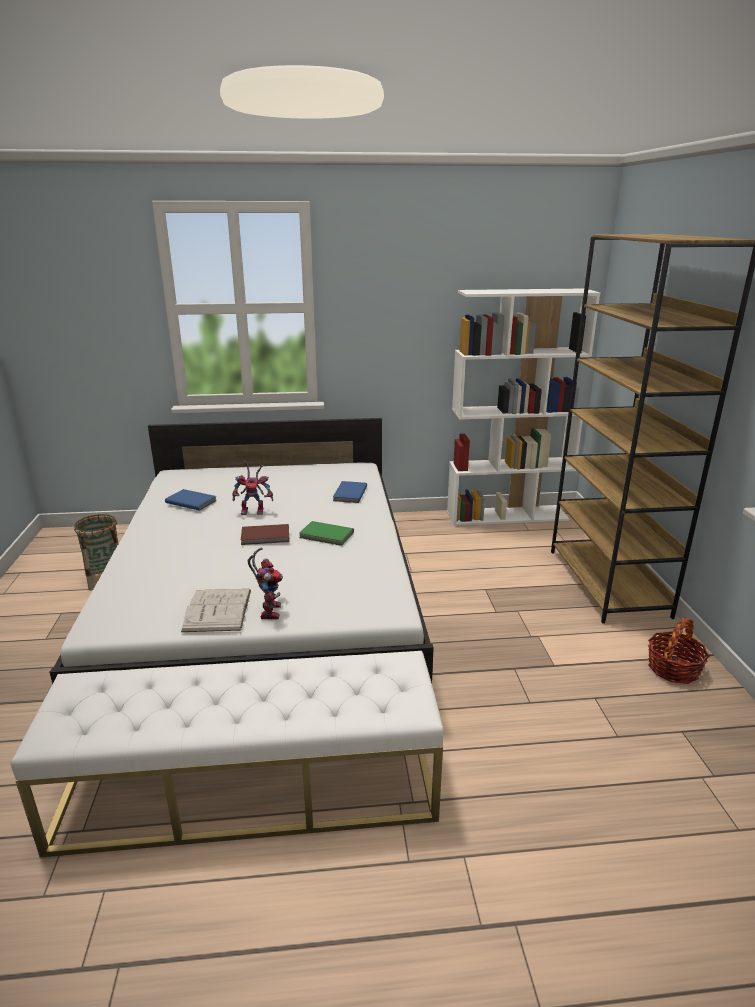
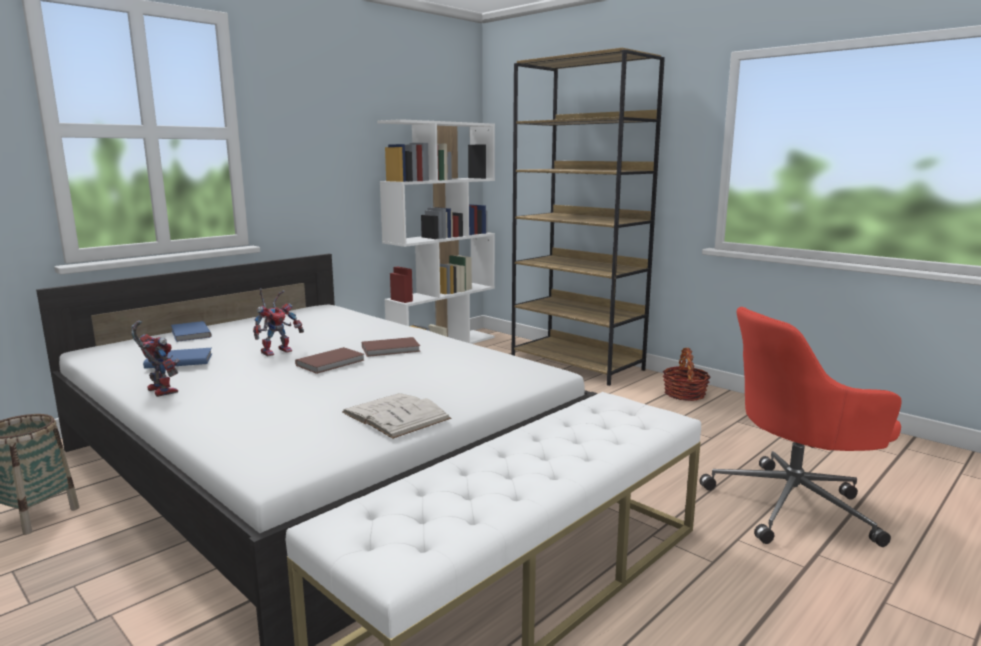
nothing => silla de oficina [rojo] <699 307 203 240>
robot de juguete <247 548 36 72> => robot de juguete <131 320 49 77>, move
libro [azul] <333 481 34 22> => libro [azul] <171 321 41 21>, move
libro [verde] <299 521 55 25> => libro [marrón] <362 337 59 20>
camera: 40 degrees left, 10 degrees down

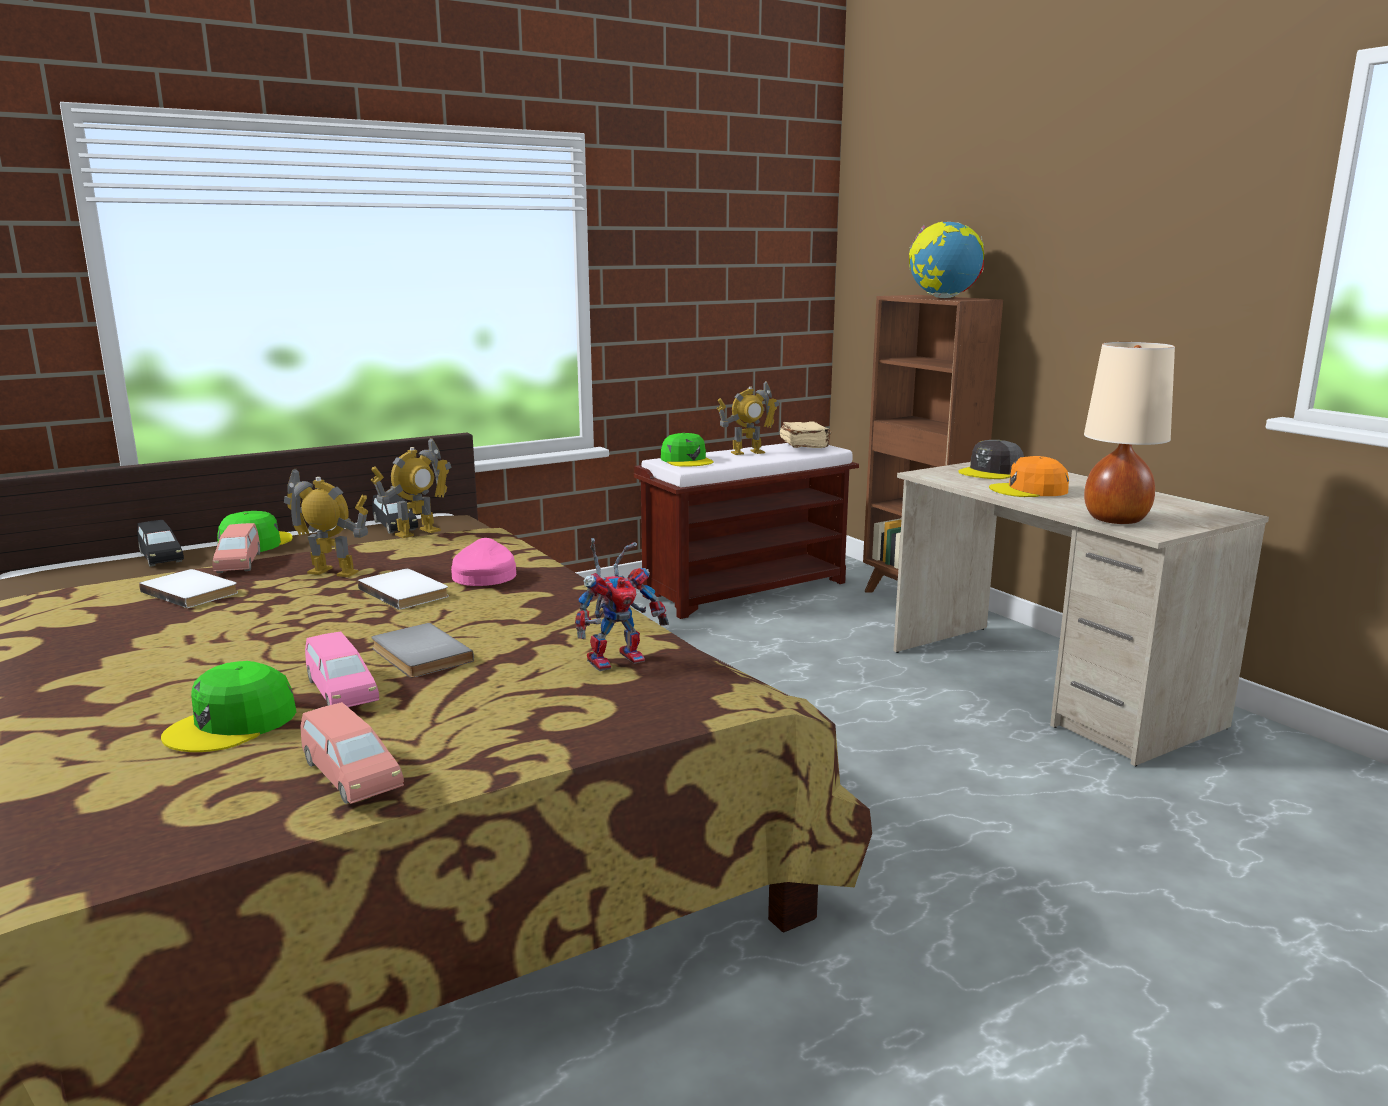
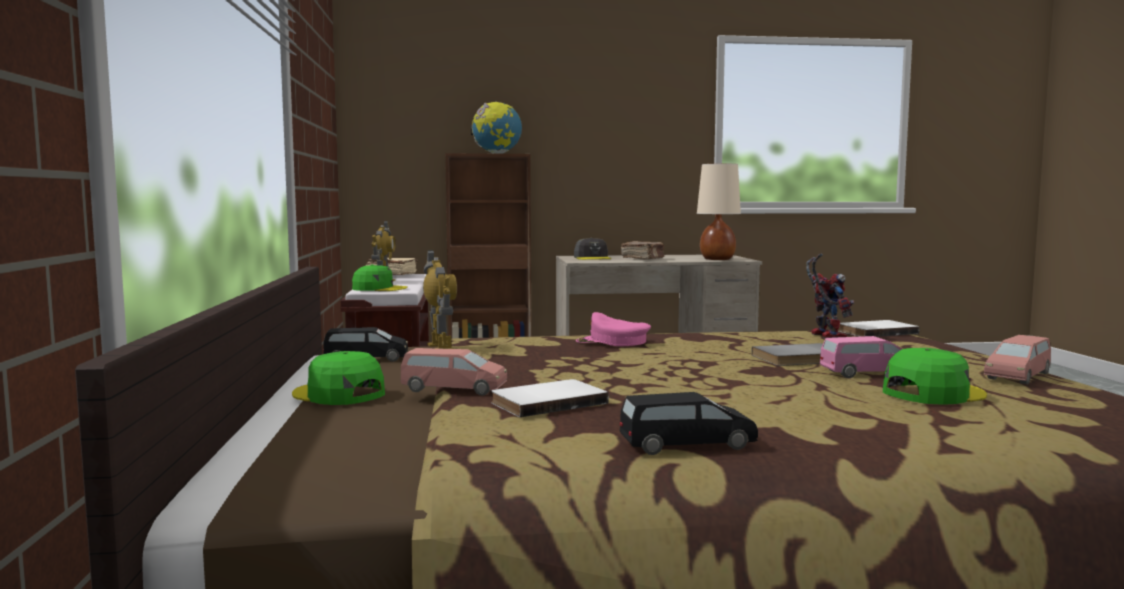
robot de juguete <284 468 84 109> => nothing
coche de juguete [negro] <137 520 47 47> => coche de juguete [negro] <620 392 138 63>, move
libro [blanco] <358 569 91 41> => libro [blanco] <838 320 81 17>, move
gorra [naranja] <989 456 80 41> => libro [marrón] <621 241 43 18>
gorra [verde] <161 661 135 91> => gorra [verde] <883 348 104 57>, 90 degrees counterclockwise
coche de juguete [rosa] <300 702 104 102> => coche de juguete [rosa] <984 335 67 49>, 150 degrees clockwise
camera: 65 degrees left, 10 degrees down

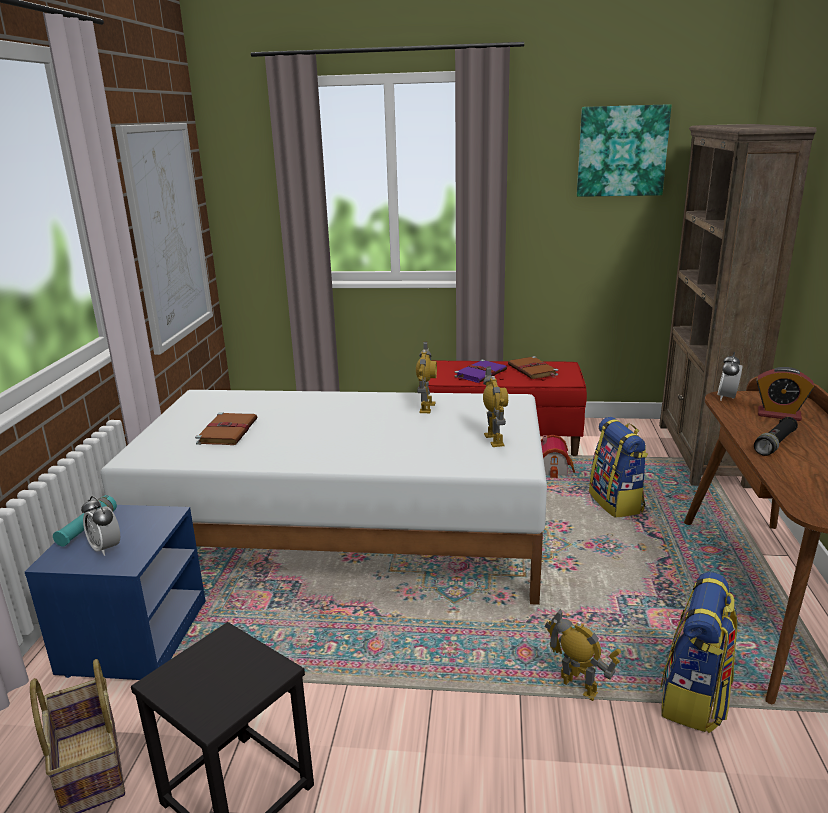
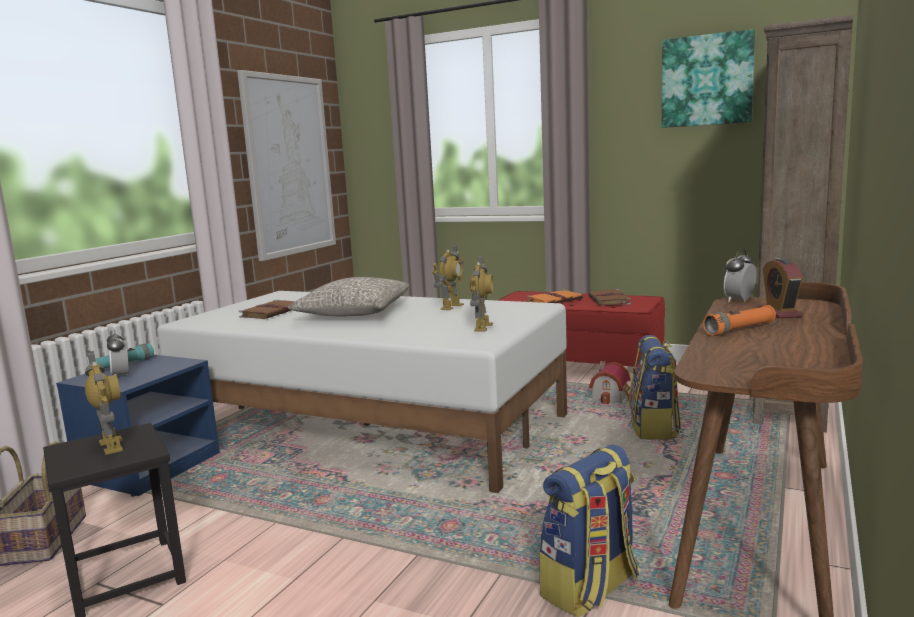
nothing => cojín [gris] <288 277 122 39>
robot de juguete <545 609 76 92> => robot de juguete <85 351 38 104>, move
libro [morado] <454 360 53 23> => libro [naranja] <527 290 56 13>
linterna [negro] <754 417 44 39> => linterna [naranja] <703 305 73 31>
despertador <757 367 57 54> => despertador <759 257 44 61>, 45 degrees clockwise
camera: 20 degrees right, 10 degrees down

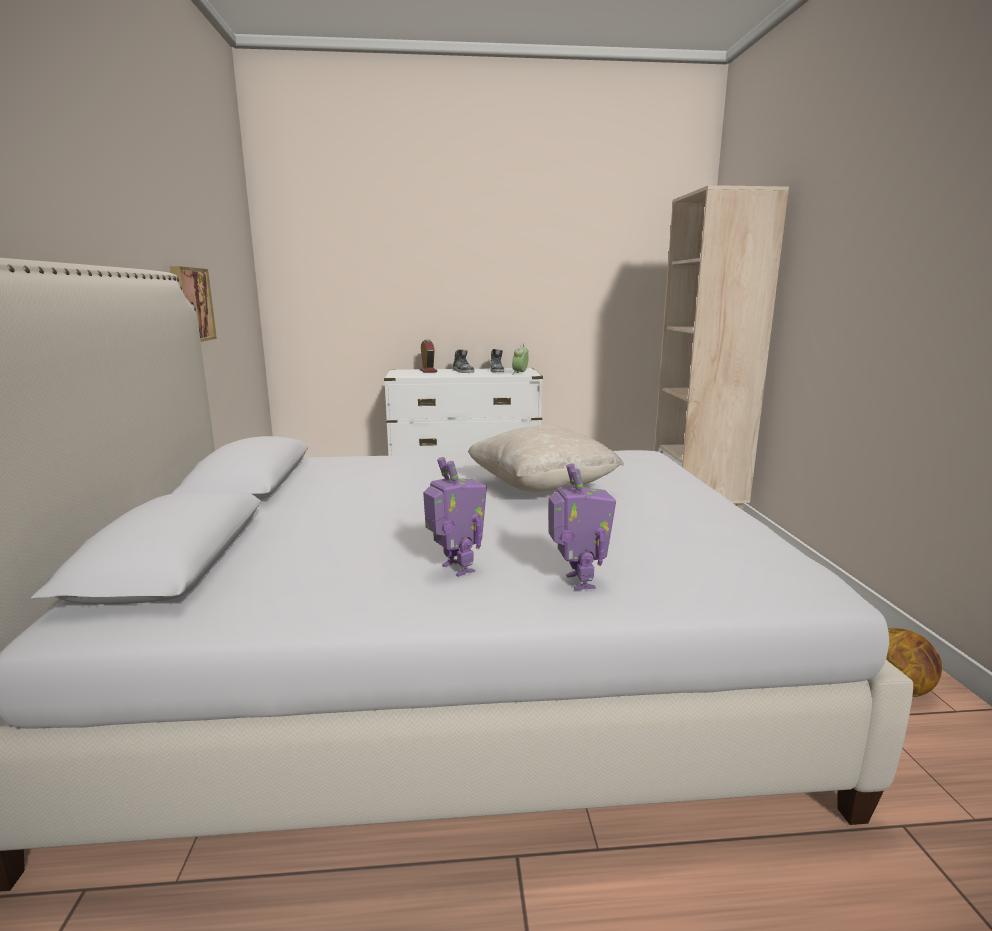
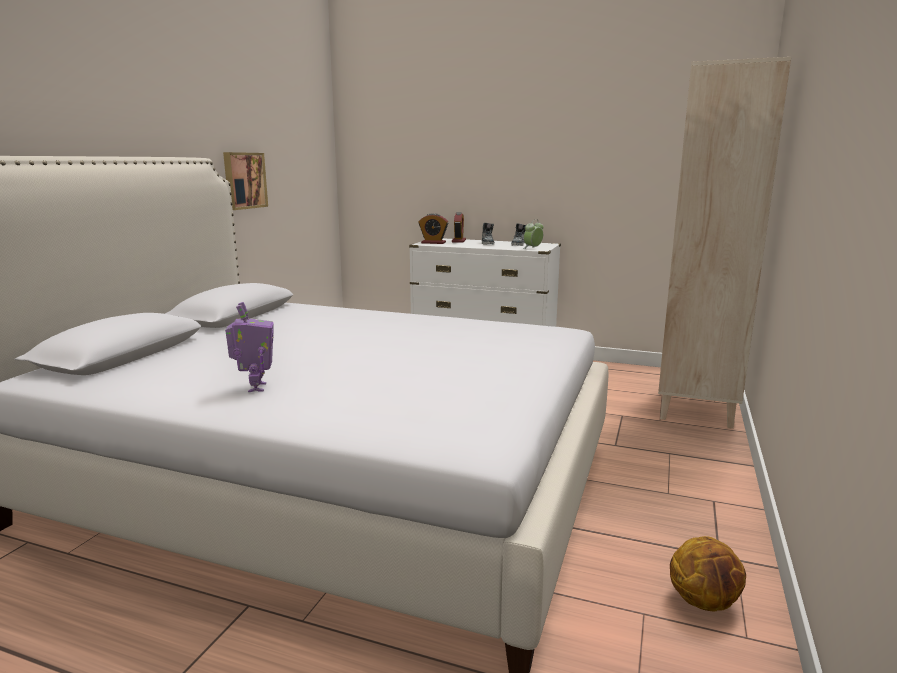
cojín [beis] <468 425 156 67> => nothing
robot de juguete <548 464 68 126> => nothing
nothing => despertador <419 213 29 31>
camera: 25 degrees right, 0 degrees up

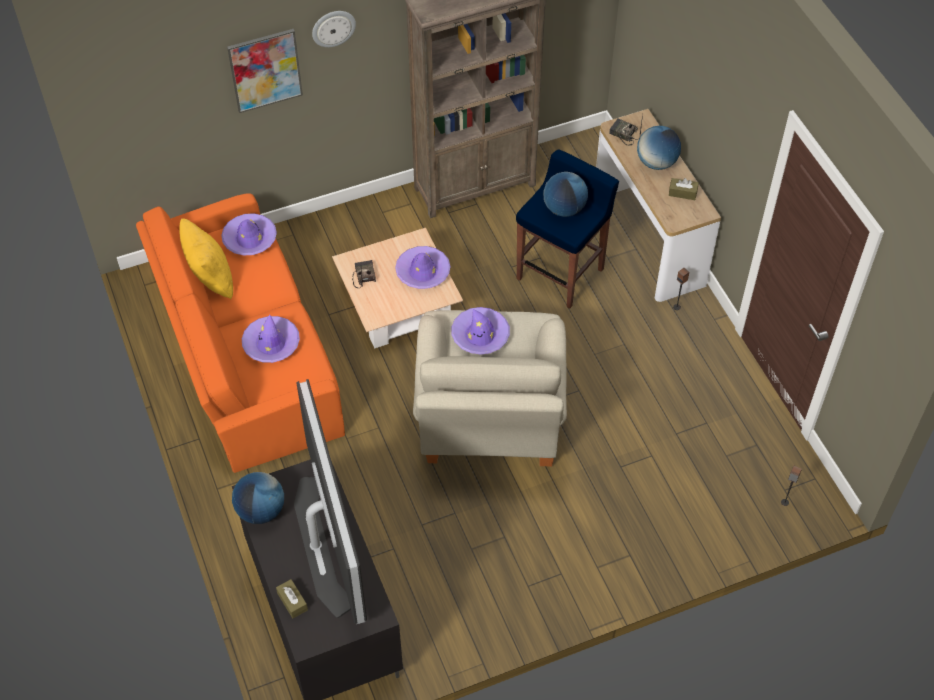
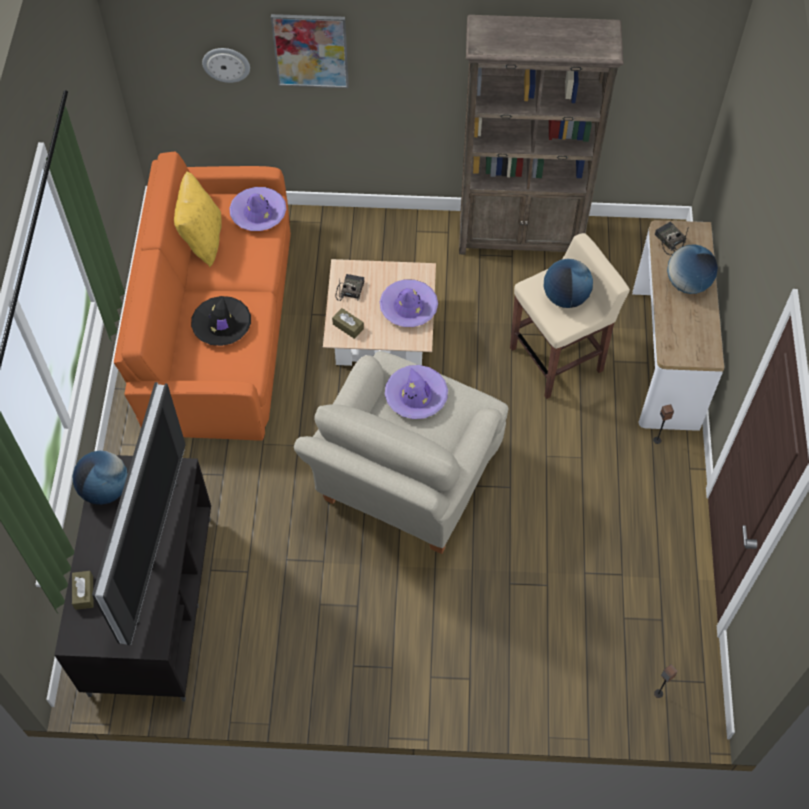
reloj de pared <312 11 44 36> => reloj de pared <202 48 48 35>, move
caja de pañuelos [marrón] <669 178 30 22> => caja de pañuelos [marrón] <332 308 32 31>, move
sombrero [morado] <242 315 58 48> => sombrero [negro] <191 296 60 50>
taburete [azul] <516 150 103 159> => taburete [beis] <510 233 120 166>
camera: 25 degrees right, 5 degrees up

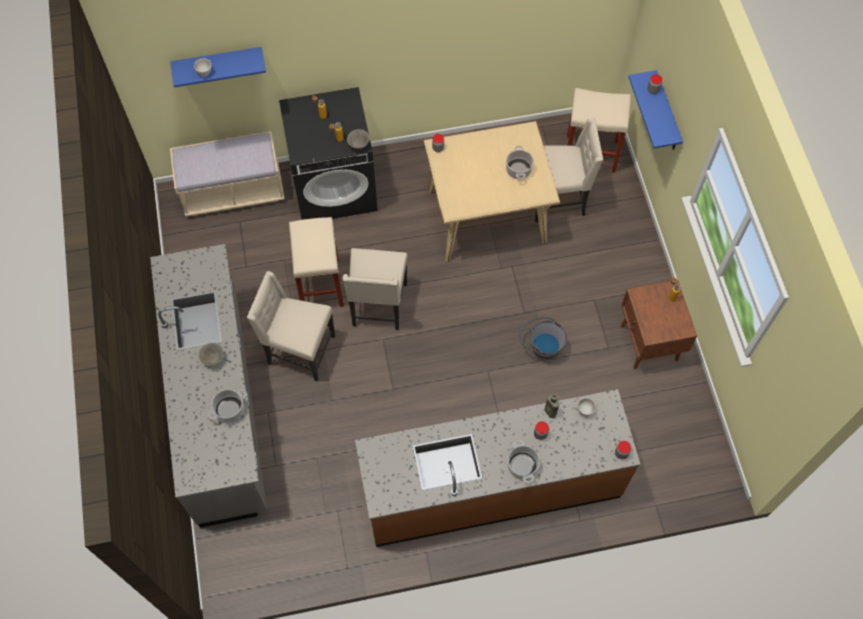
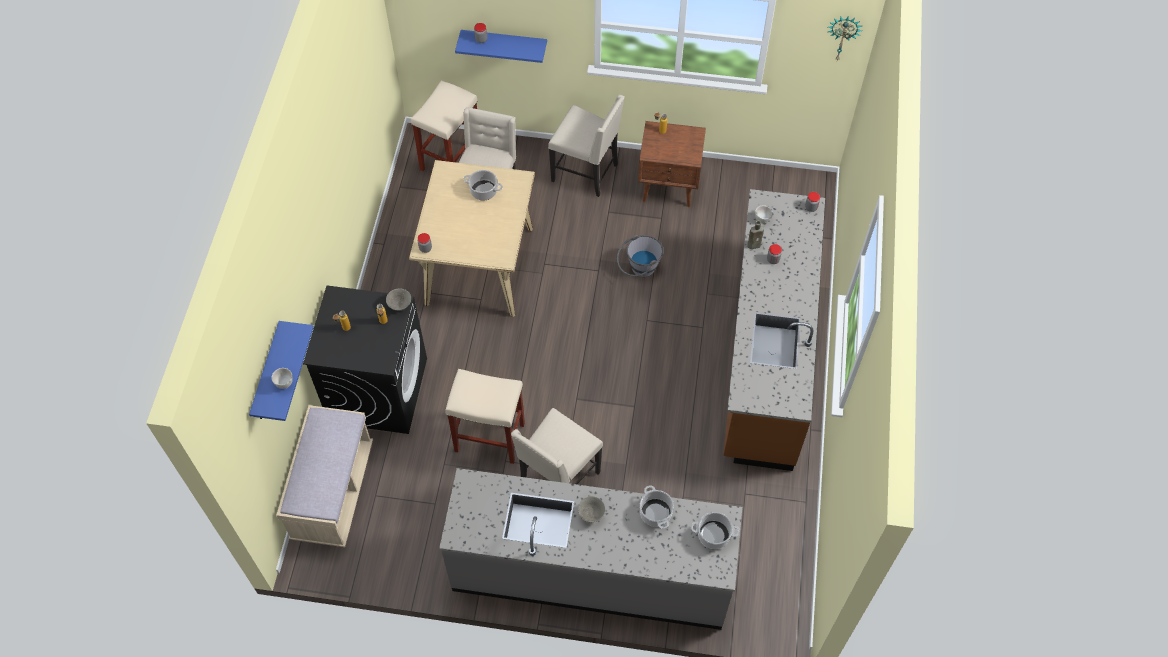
nothing => reloj de pared <828 16 34 44>
silla [beis] <343 248 64 82> => silla [beis] <548 95 77 102>, move
olla <508 440 32 43> => olla <691 512 49 37>, move
camera: 70 degrees left, 5 degrees down

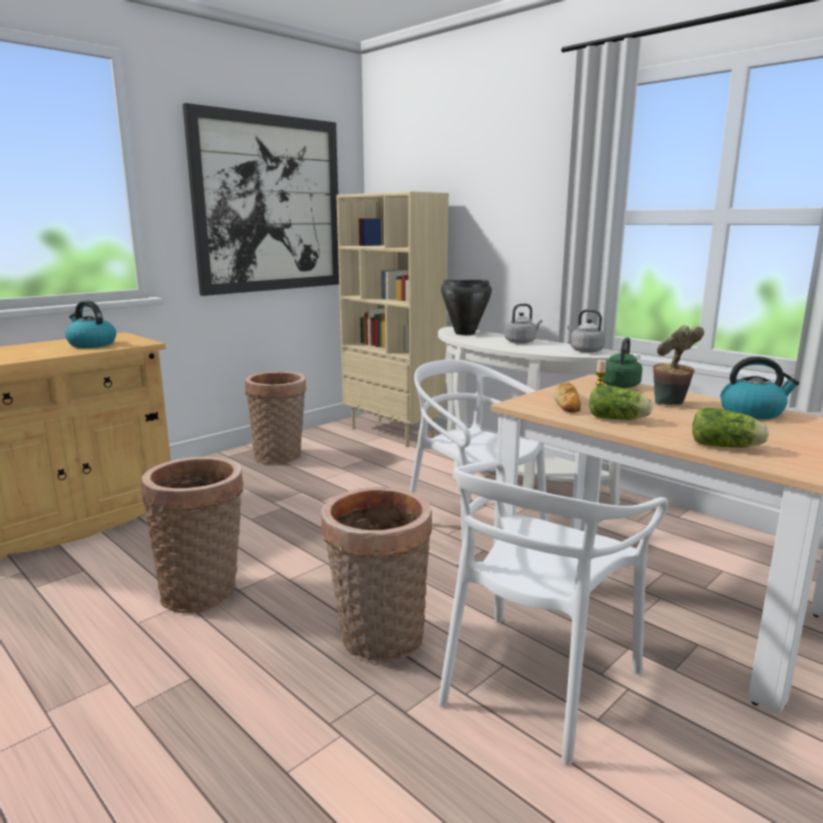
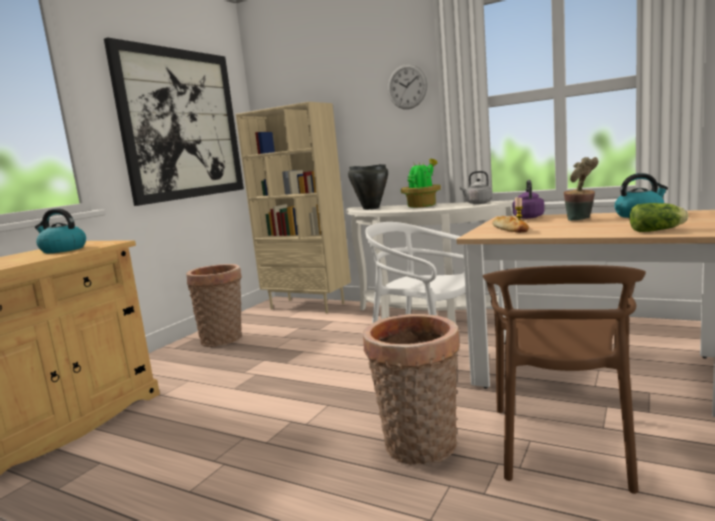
cesta <141 457 103 156> => nothing
lechuga <589 385 64 35> => nothing
nothing => reloj de pared <388 64 40 45>
hervidor [gris] <505 304 37 40> => planta en maceta <401 159 40 49>
silla [blanco] <438 460 230 305> => silla [marrón] <483 265 163 229>
hervidor [verde] <602 337 40 51> => hervidor [morado] <512 180 32 39>
camera: 15 degrees left, 5 degrees down

